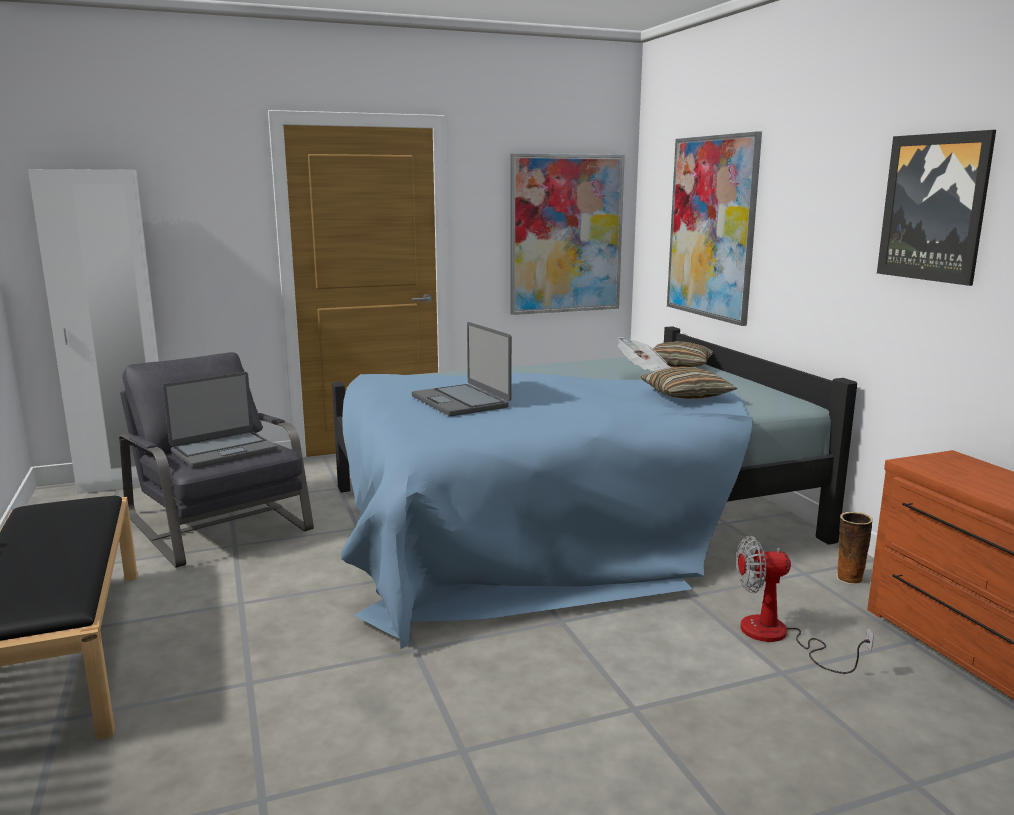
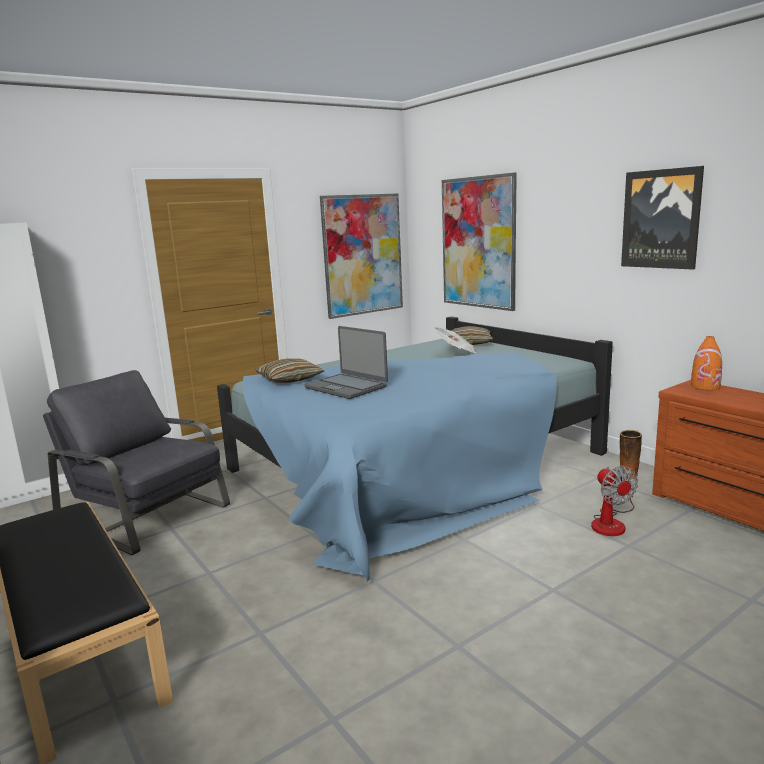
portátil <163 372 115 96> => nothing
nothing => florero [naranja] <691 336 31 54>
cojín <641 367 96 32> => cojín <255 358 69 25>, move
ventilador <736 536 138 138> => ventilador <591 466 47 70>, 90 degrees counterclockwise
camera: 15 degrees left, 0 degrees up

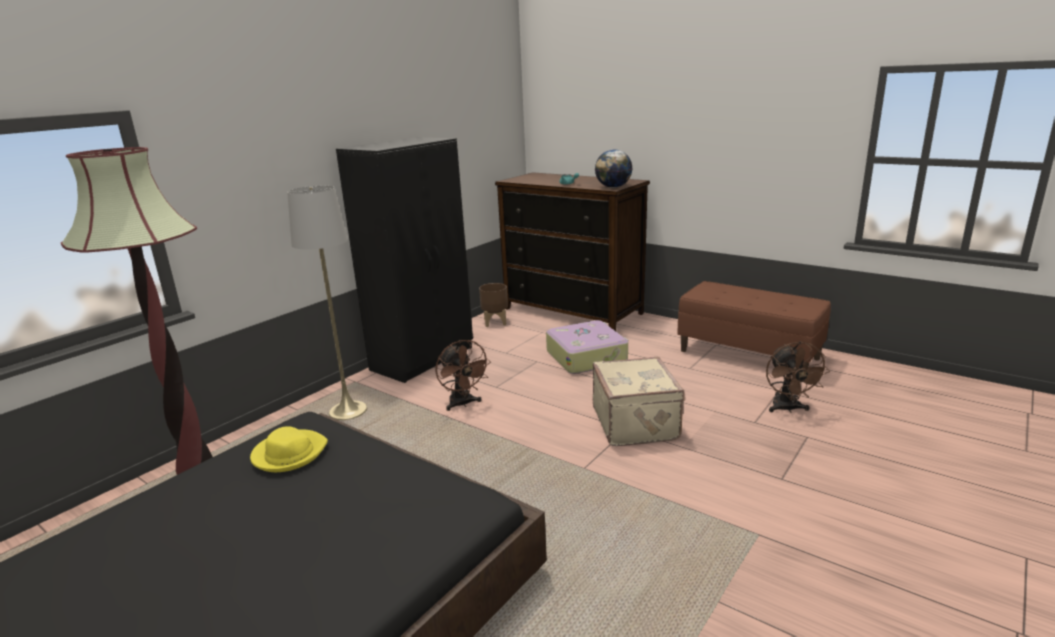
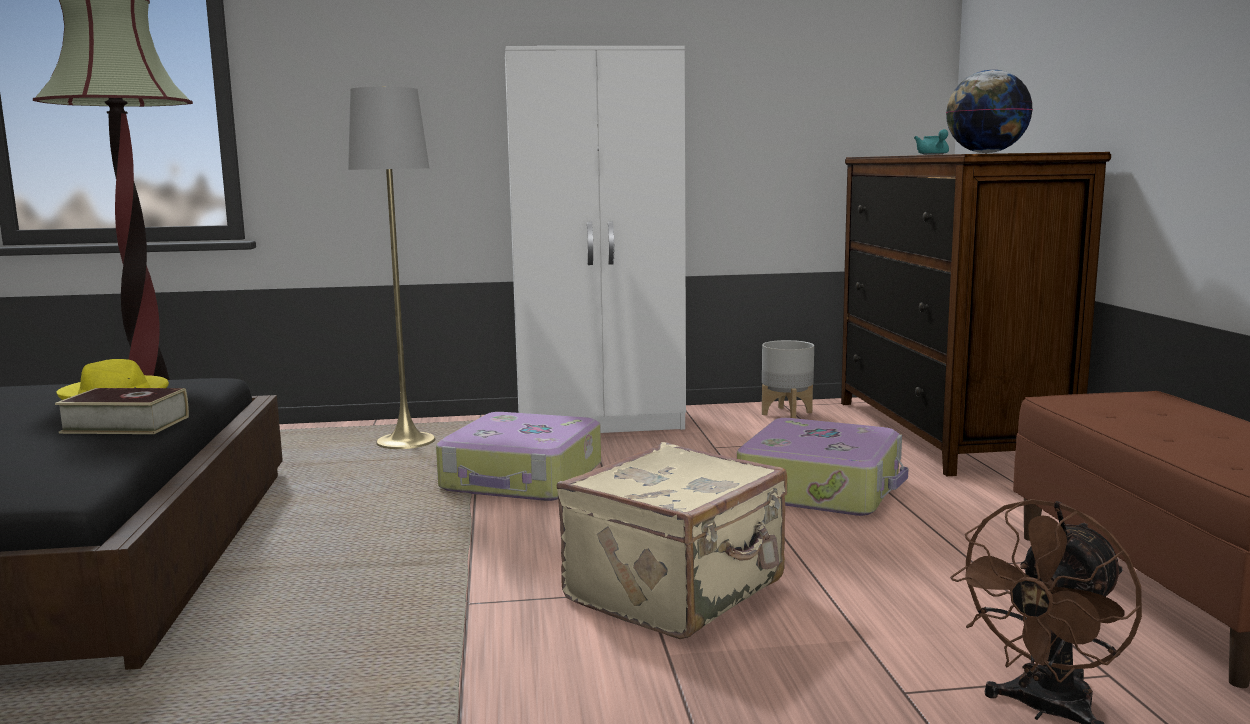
nothing => libro <55 388 134 46>
ventilador [marrón] <436 340 55 71> => maleta <436 412 165 89>
armario ropero [negro] <336 137 137 246> => armario ropero [blanco] <505 46 181 387>
maceta [marrón] <479 283 29 44> => maceta [gris] <762 340 52 78>
camera: 45 degrees right, 10 degrees down

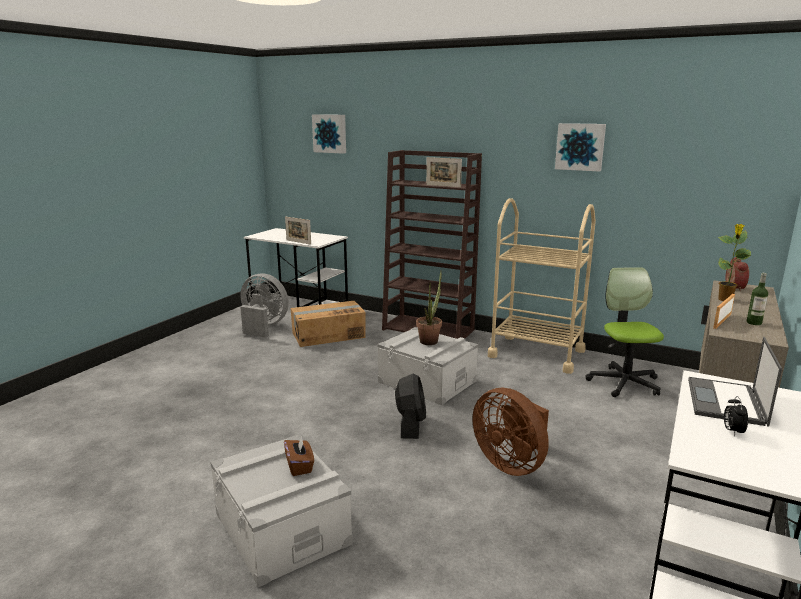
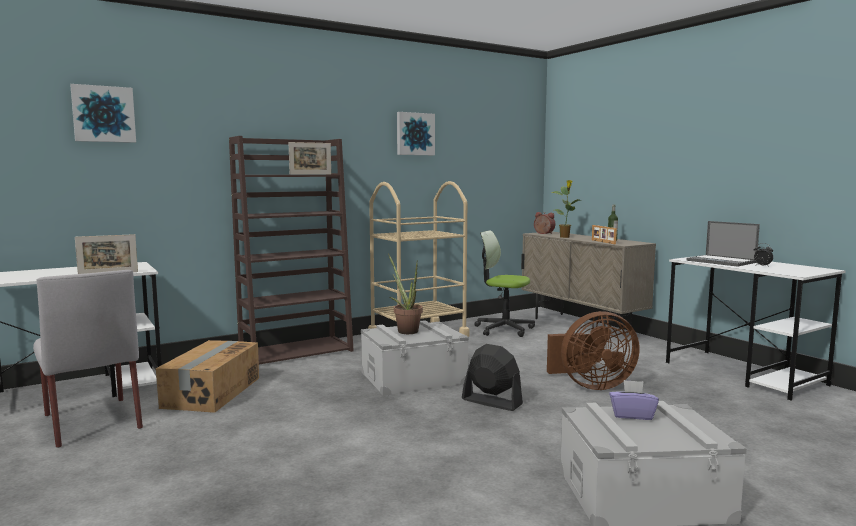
ventilador [gris] <240 274 49 64> => silla [gris] <33 270 110 178>
caja de pañuelos [marrón] <284 435 30 41> => caja de pañuelos [morado] <609 380 50 40>
camera: 60 degrees left, 10 degrees down

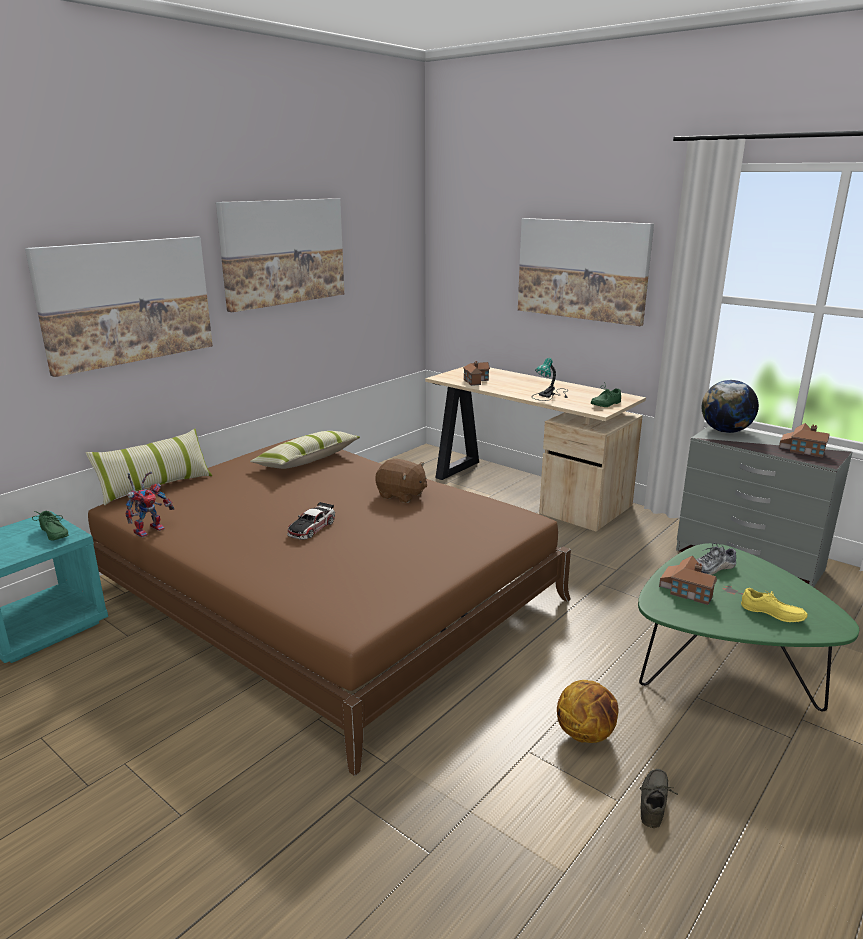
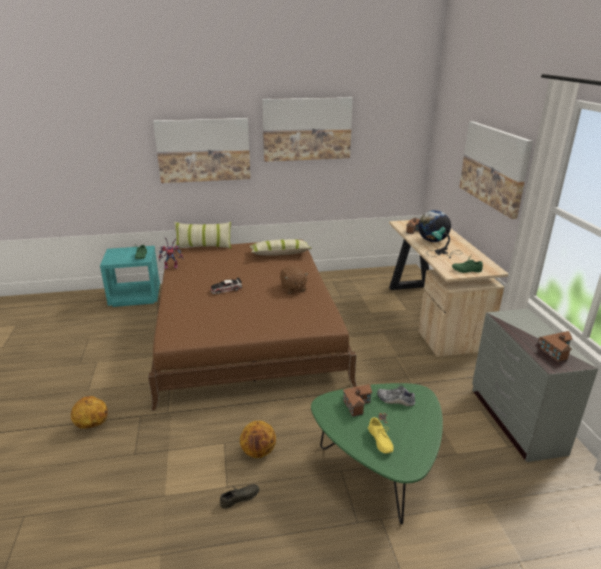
nothing => balón de baloncesto <71 396 37 33>
globo terráqueo <702 380 57 53> => globo terráqueo <418 210 33 32>, move
camera: 40 degrees right, 5 degrees up

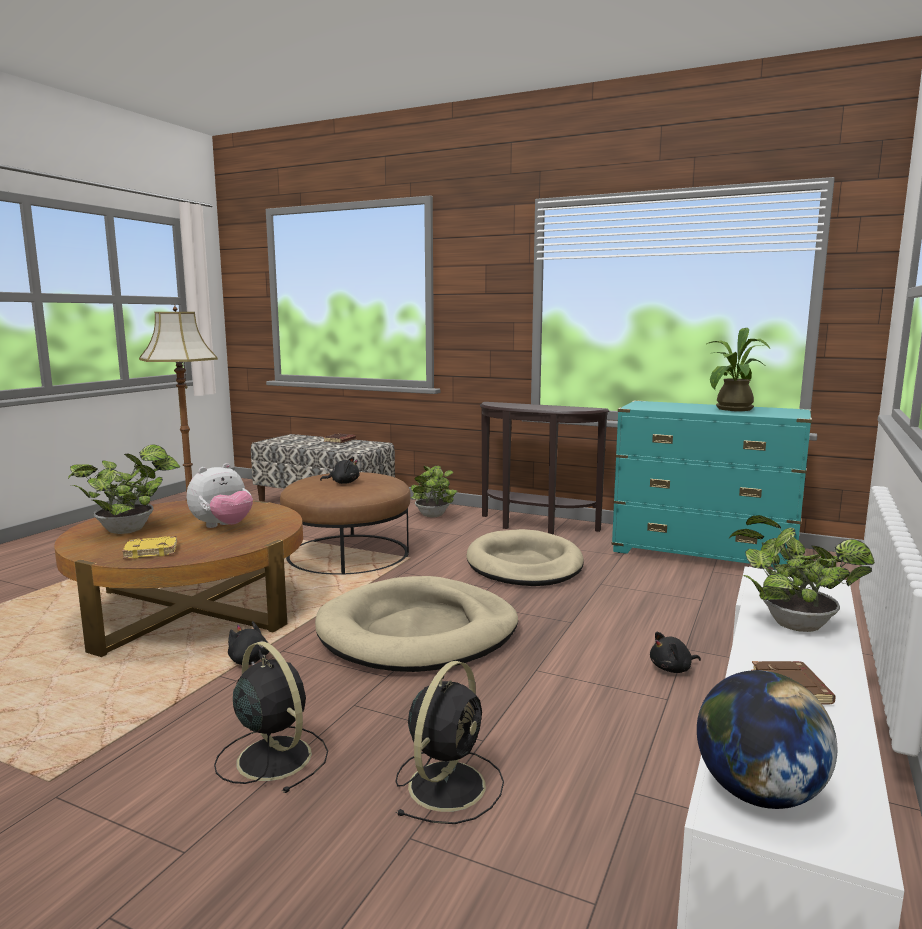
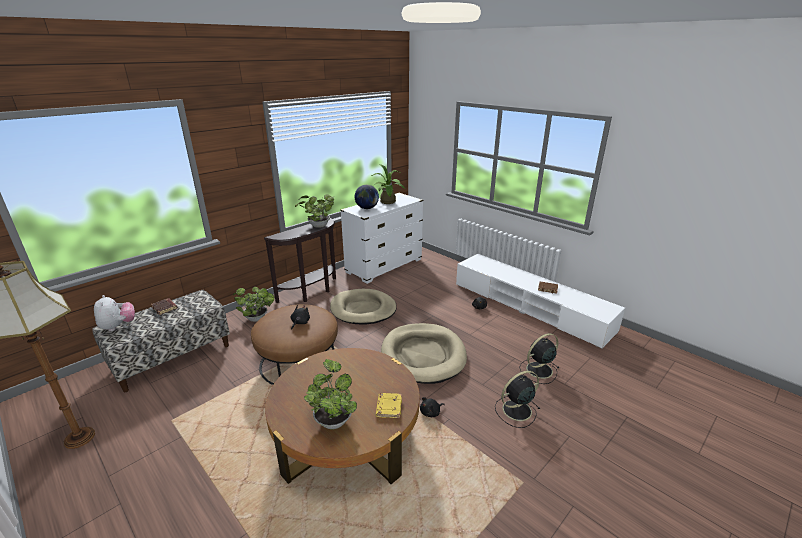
peluche <187 463 66 65> => peluche <94 295 41 36>, move
globo terráqueo <697 670 140 139> => globo terráqueo <355 185 24 24>, move
planta en maceta <729 515 146 117> => planta en maceta <295 194 40 34>, move
cómoda [turquesa] <611 400 201 169> => cómoda [blanco] <340 193 83 91>
ventilador [negro] <396 661 108 163> => ventilador [negro] <519 333 40 51>, 75 degrees counterclockwise
camera: 70 degrees left, 15 degrees up

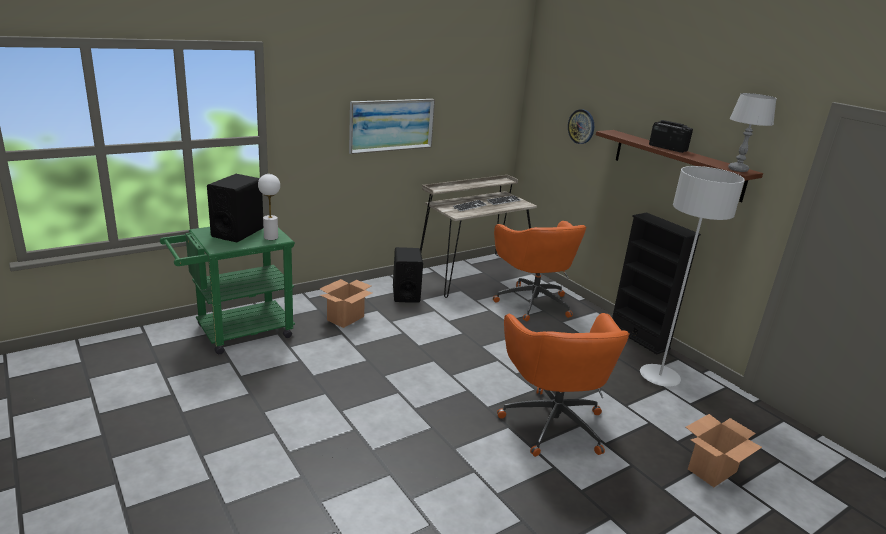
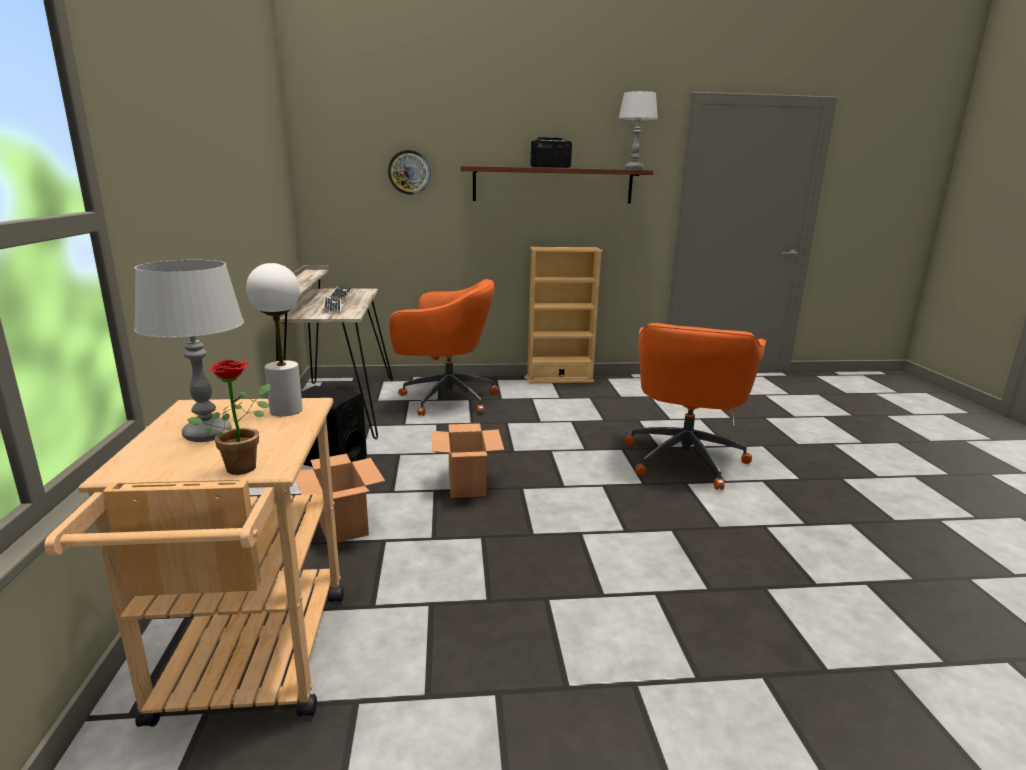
cuadro <349 99 86 55> => nothing
lámpara de pie [gris] <640 166 105 221> => nothing
nothing => planta en maceta <187 360 84 115>
caja de cartón <686 414 76 73> => caja de cartón <432 423 72 75>, move
altavoz [negro] <207 174 56 68> => lámpara de mesa [gris] <134 260 110 182>
carrito [verde] <160 227 135 128> => carrito [beis] <45 398 299 329>
estantería [negro] <612 213 89 141> => estantería [beis] <526 247 77 136>
silla de oficina [naranja] <497 313 133 144> => silla de oficina [naranja] <625 323 141 167>, 90 degrees clockwise
camera: 60 degrees left, 5 degrees down

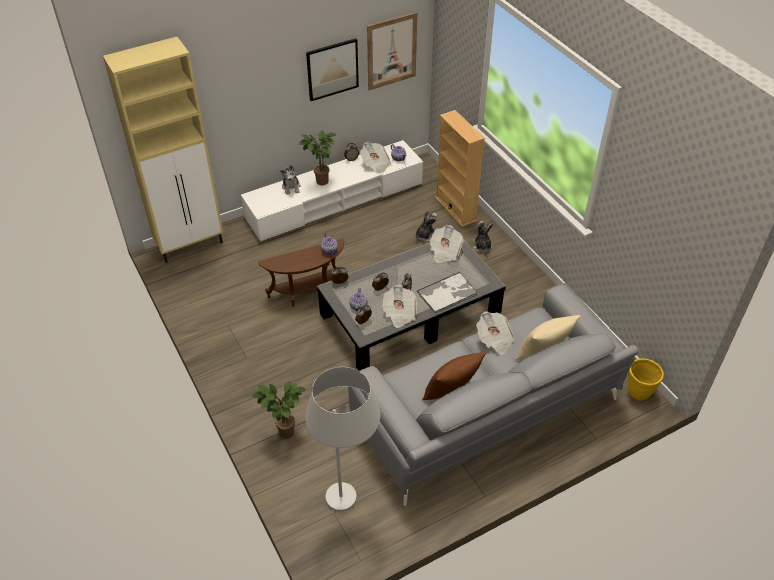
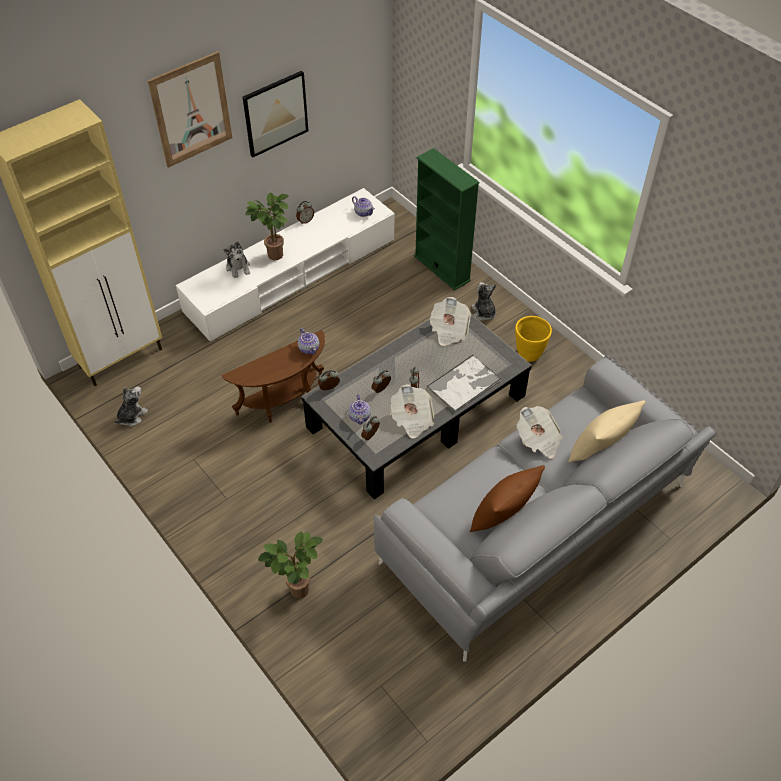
lámpara de pie [blanco] <305 367 75 145> => nothing
periódico <360 142 31 32> => nothing
cuadro <367 12 50 78> => cuadro <148 51 84 117>, move
peluche <415 211 22 31> => peluche <114 386 34 40>, move
maceta [amarillo] <628 358 36 43> => maceta [amarillo] <515 316 37 46>, move
estantería [beis] <435 110 50 117> => estantería [verde] <414 148 66 142>
camera: 10 degrees left, 5 degrees up

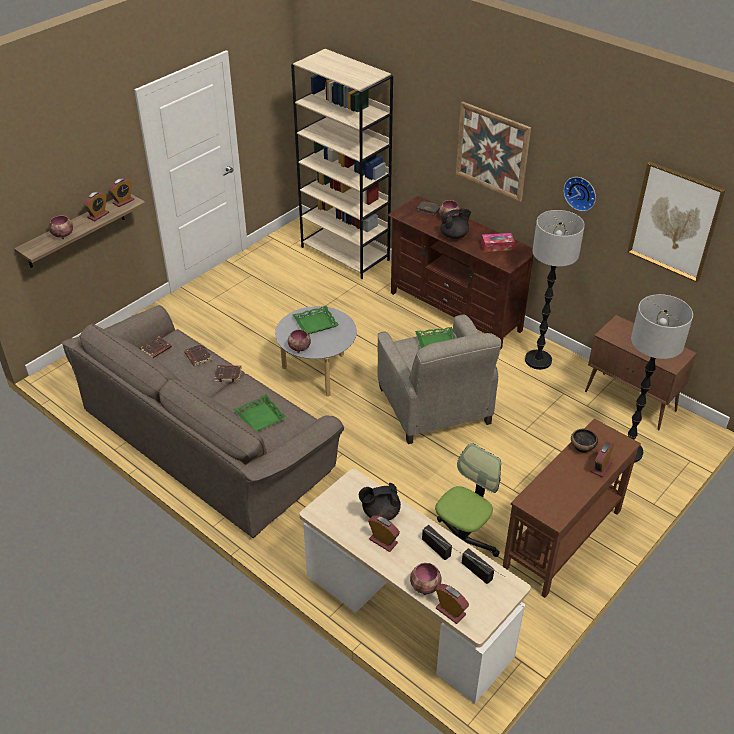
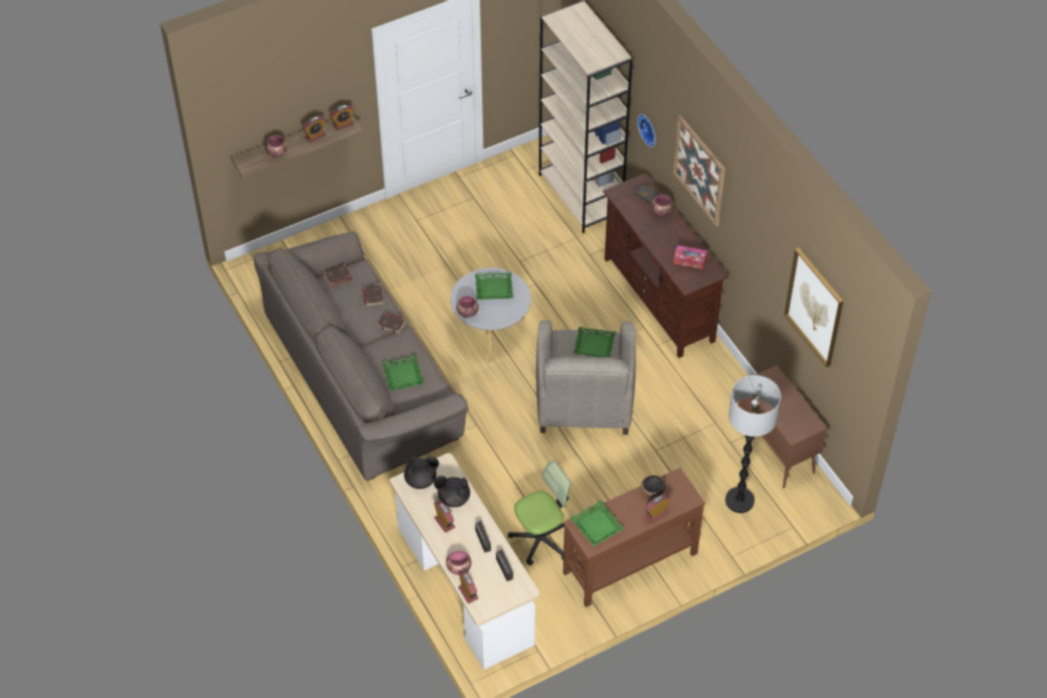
lámpara de pie <525 210 60 160> => nothing
nothing => bandeja [verde] <570 500 55 46>
tetera [negro] <440 209 31 30> => tetera [negro] <404 457 35 32>, move
reloj de pared <563 177 33 34> => reloj de pared <637 114 19 33>, move
camera: 20 degrees right, 10 degrees up

